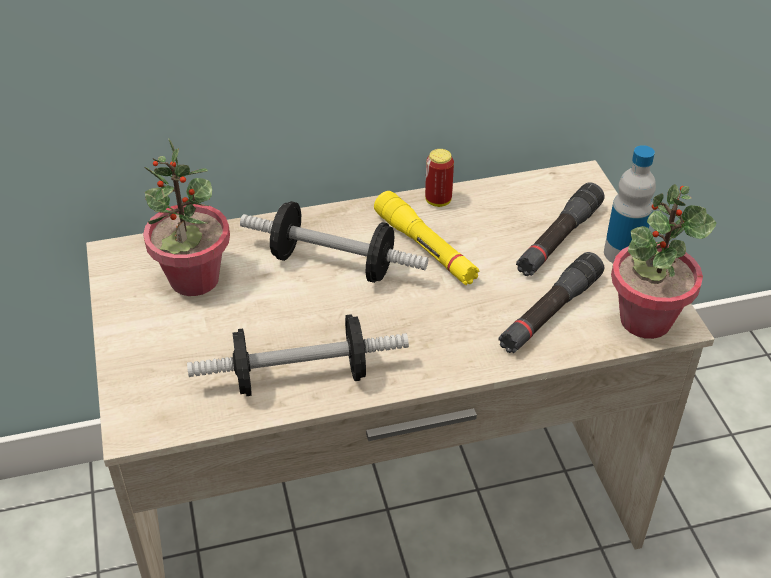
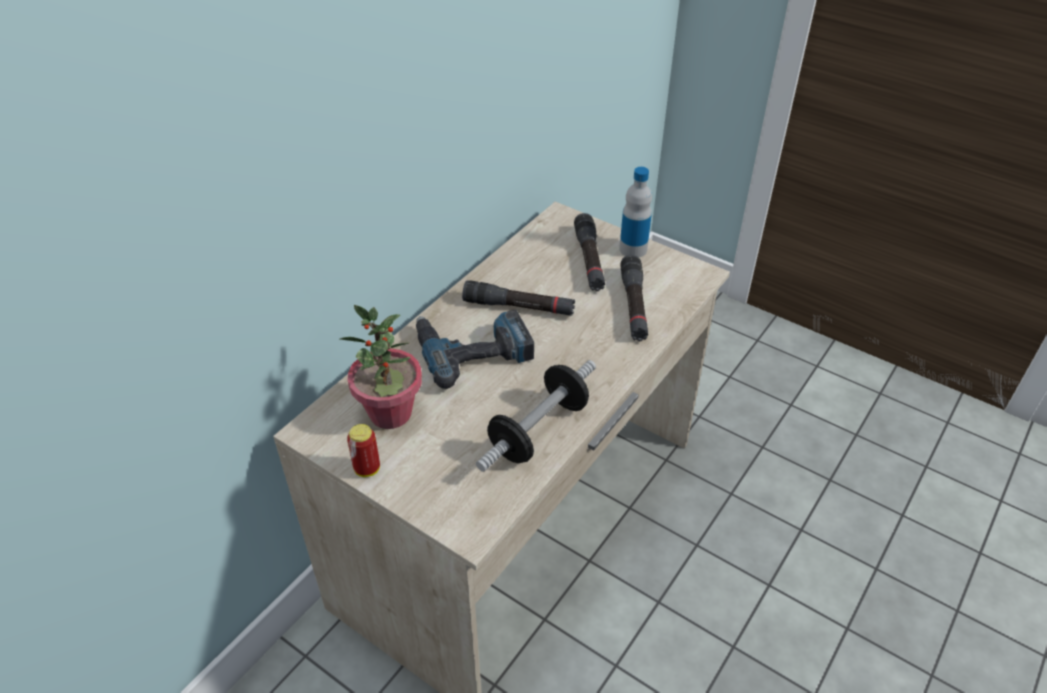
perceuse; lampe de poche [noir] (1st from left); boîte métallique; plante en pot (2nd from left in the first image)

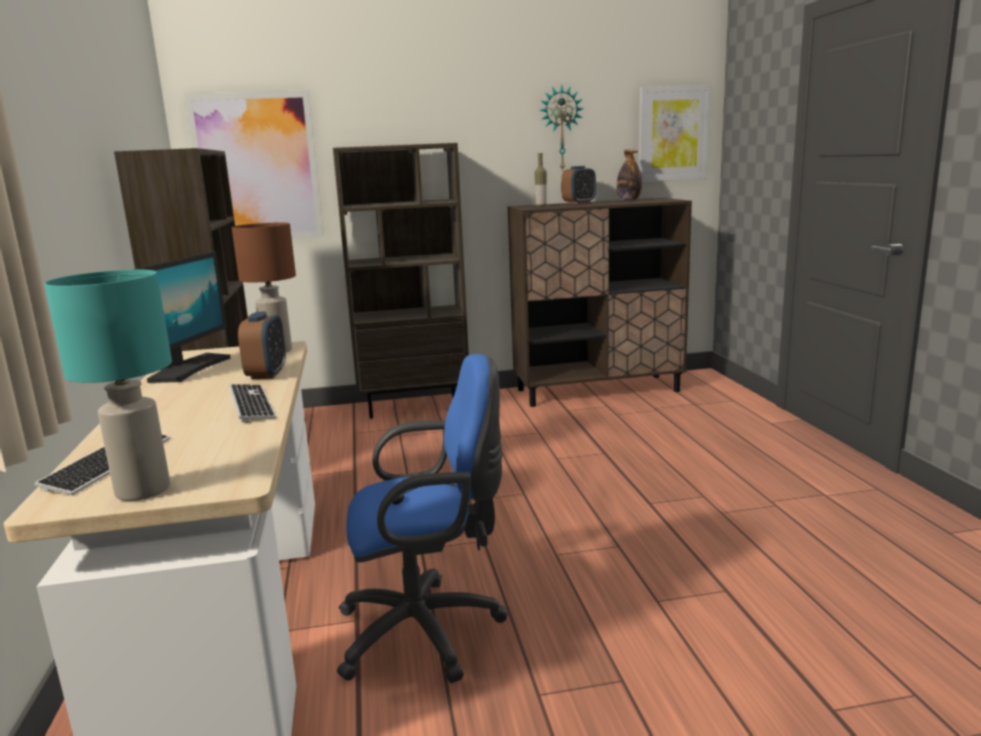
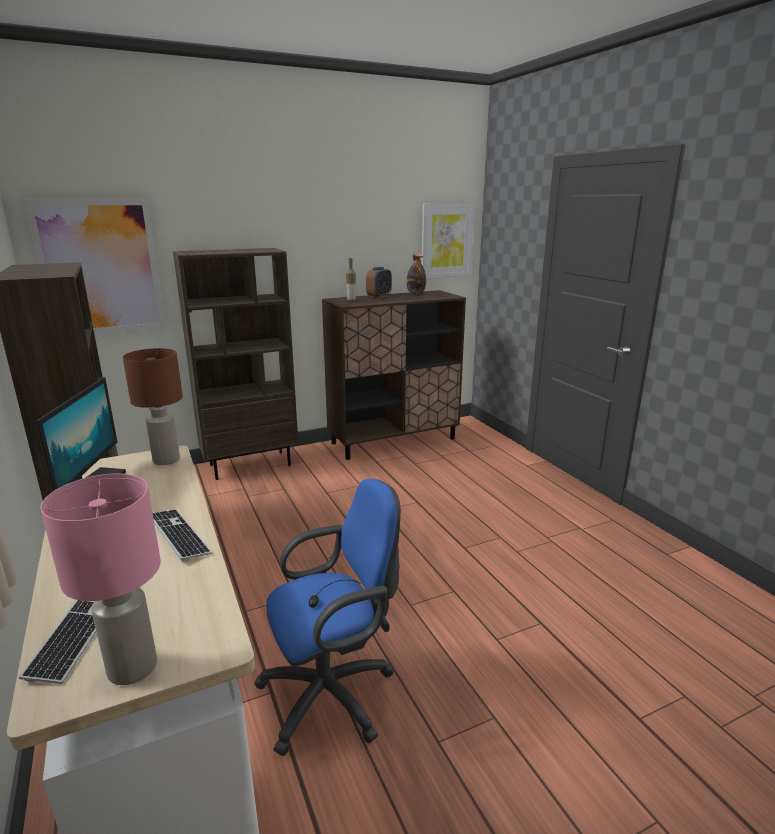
lampe de table [rose]; réveil (1st from left in the first image); horloge murale

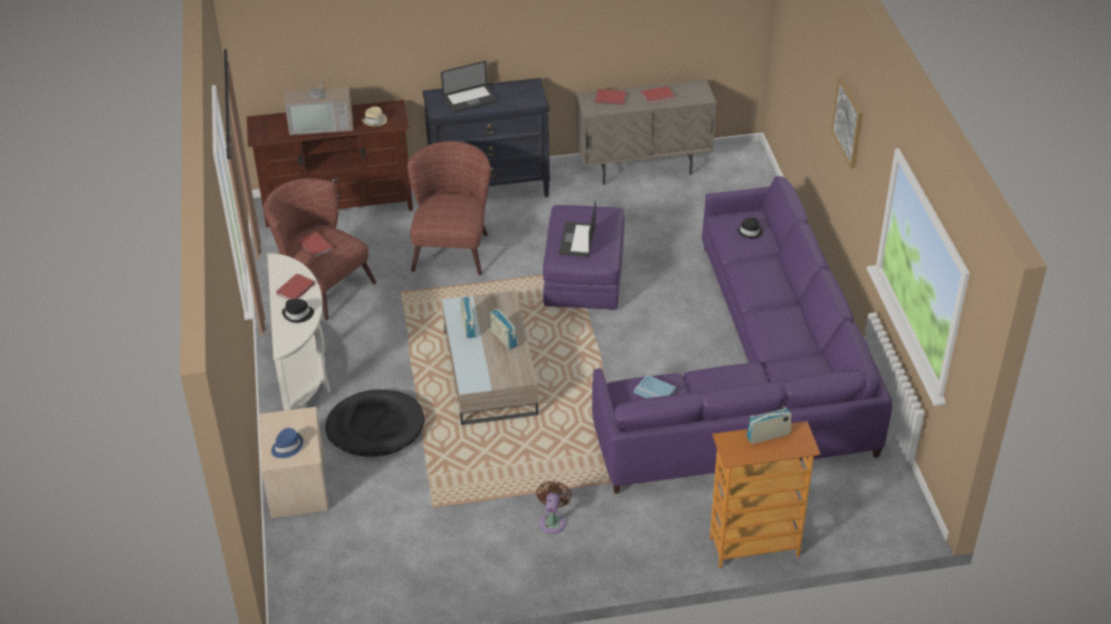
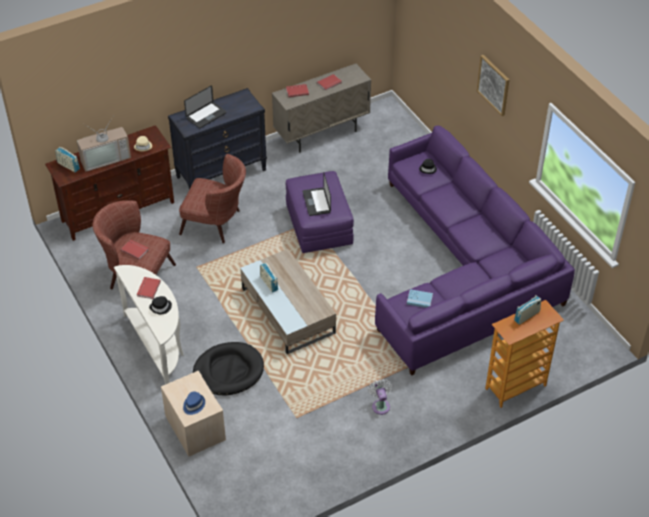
fauteuil [marron] (2nd from left); radio (1st from left); ventilateur [blanc]

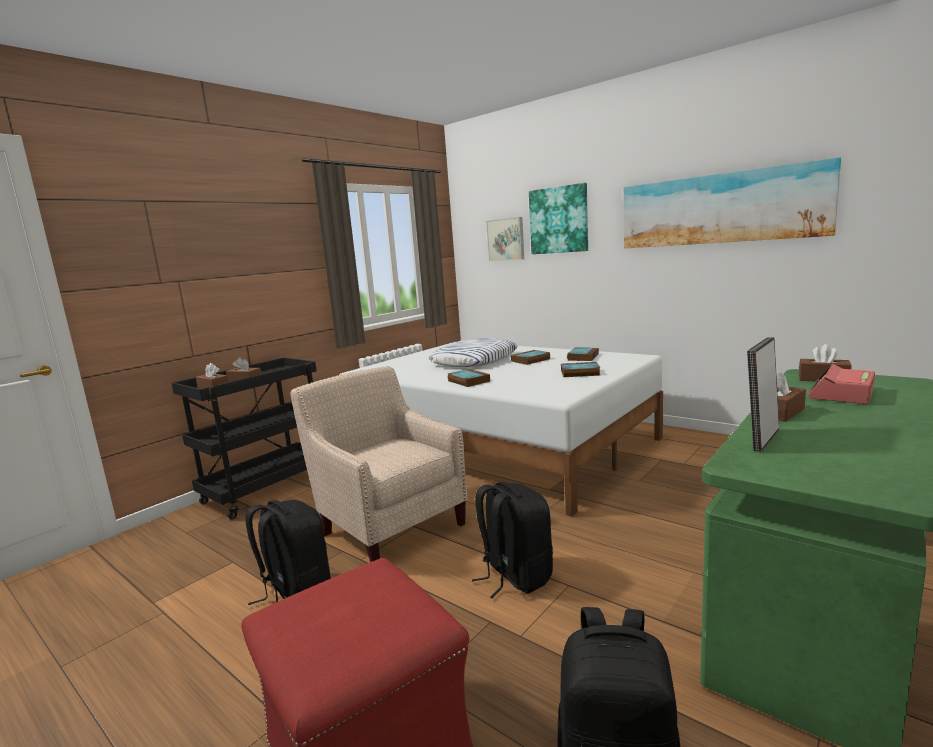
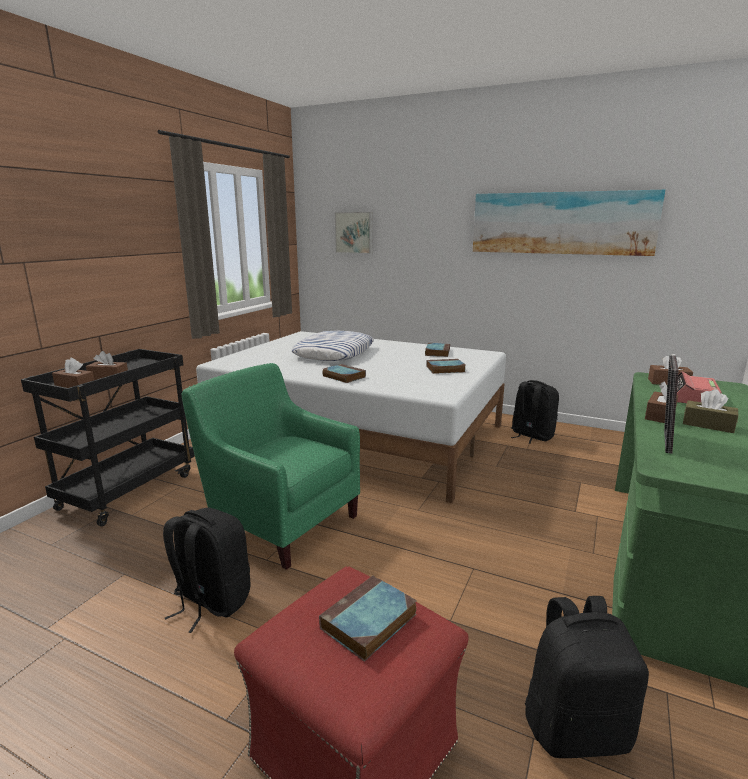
fauteuil [vert]; sac à dos [noir] (2nd from left); livre (2nd from left); tableau (2nd from left in the first image); boîte à mouchoirs [marron] (5th from left)

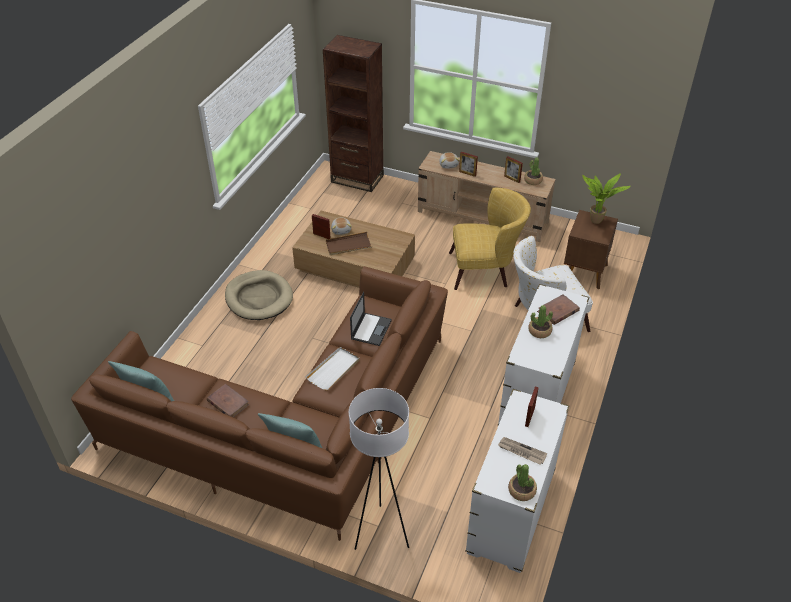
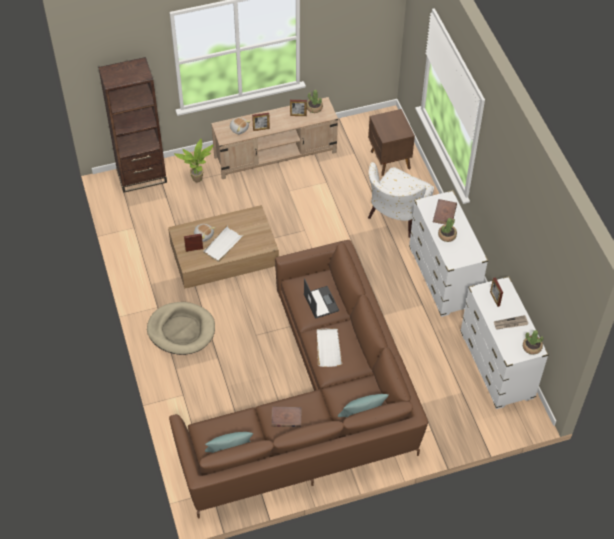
plateau [blanc] (1st from left); lampadaire [blanc]; fauteuil [jaune]; plante en pot (1st from left)

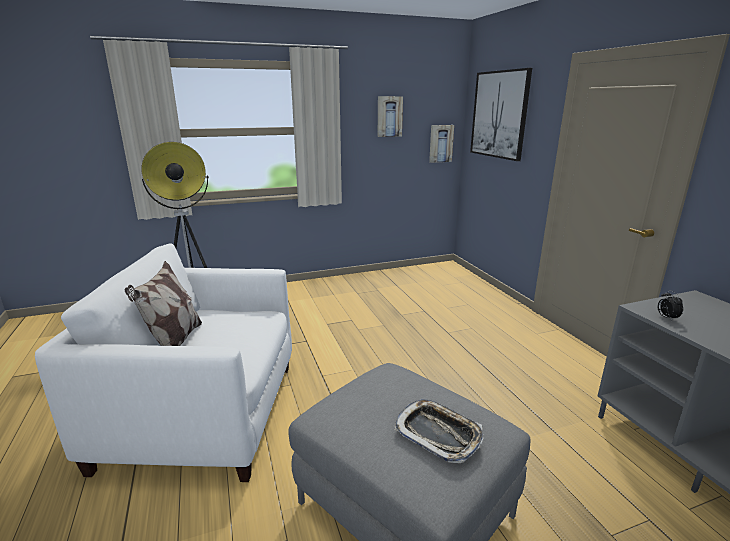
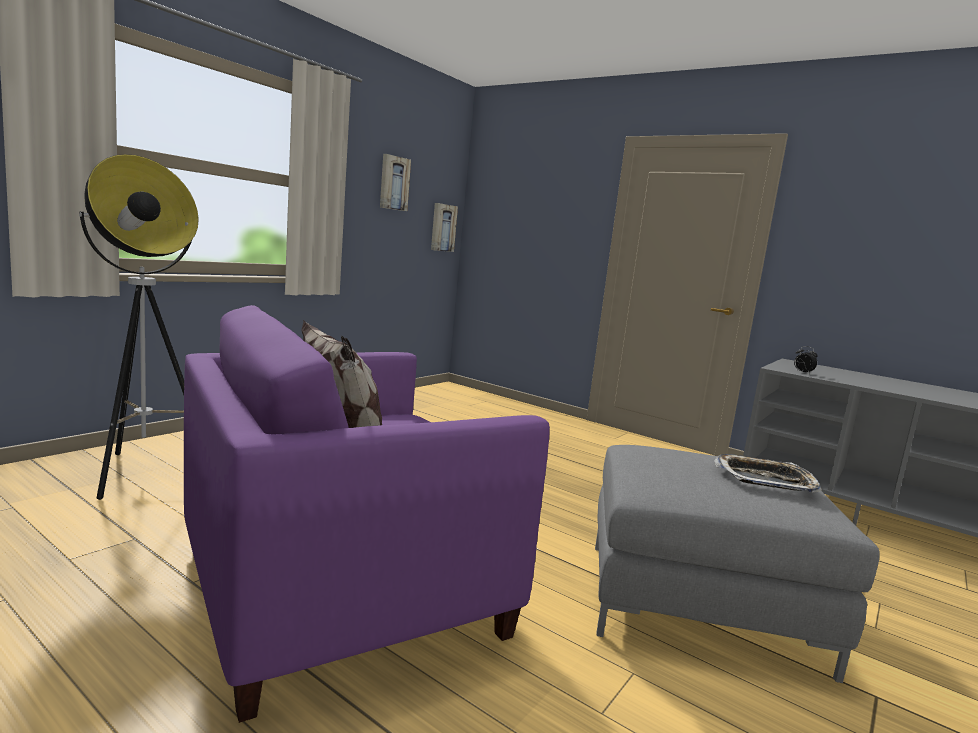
fauteuil [violet]; tableau (3rd from left in the first image)

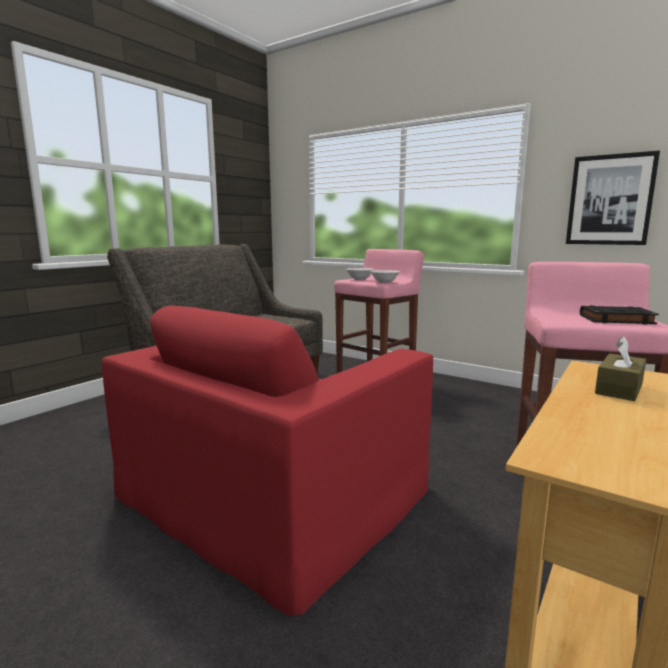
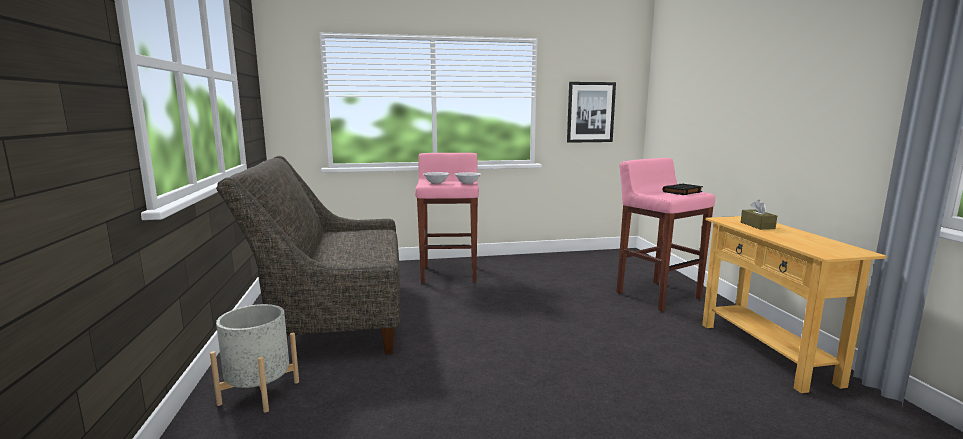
fauteuil [rouge]; cache-pot [gris]

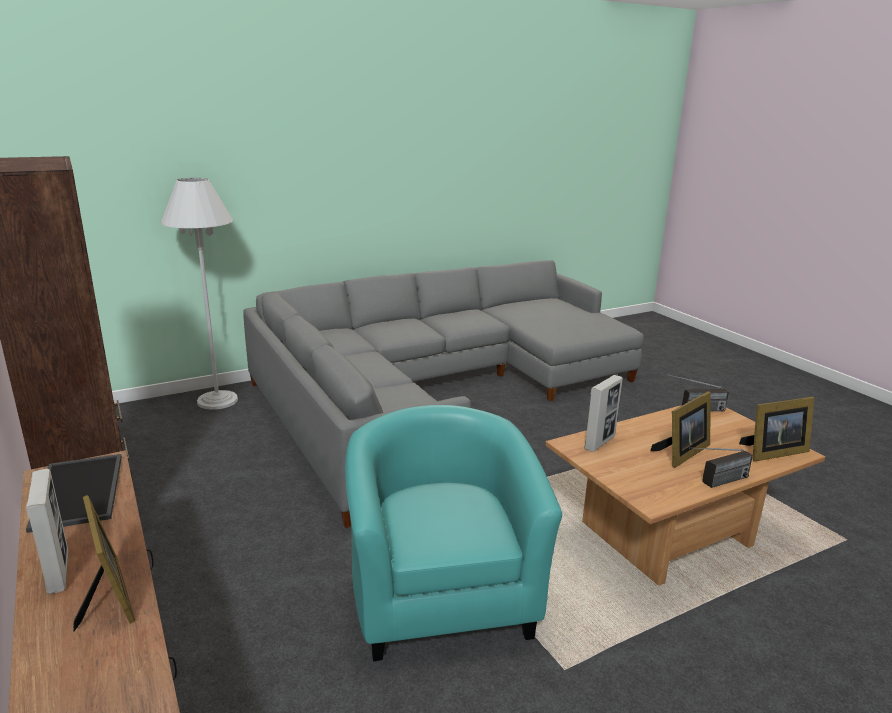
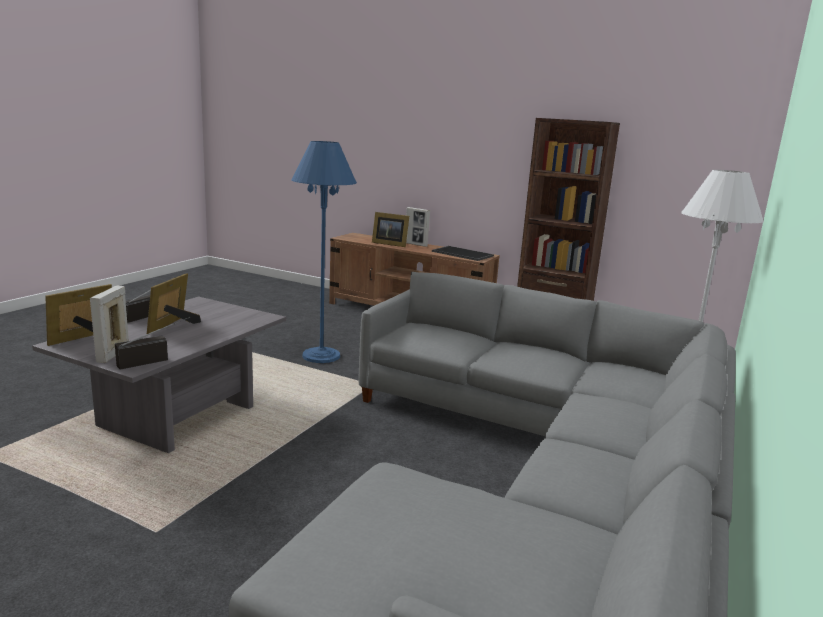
lampadaire [bleu]; table basse [gris]; cadre photo (2nd from left)

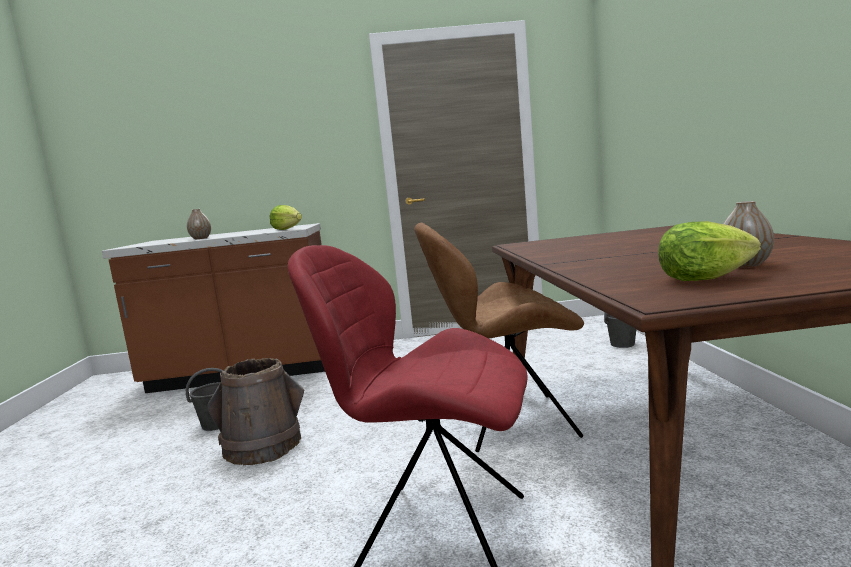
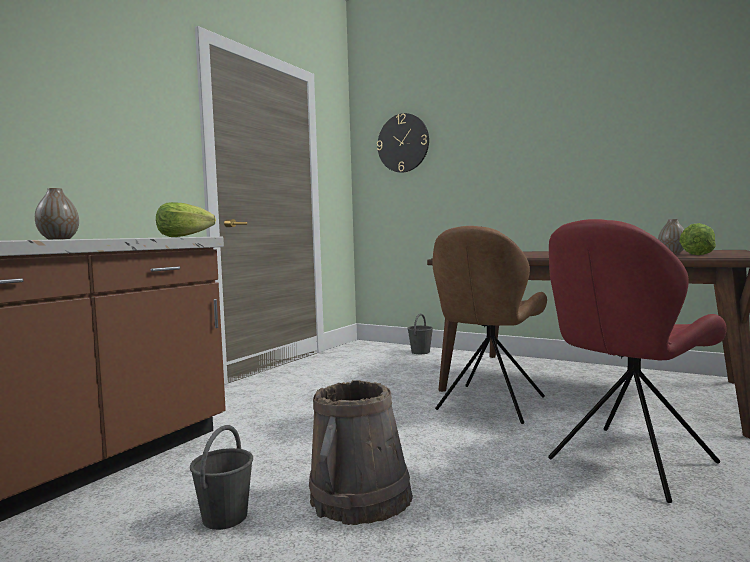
horloge murale

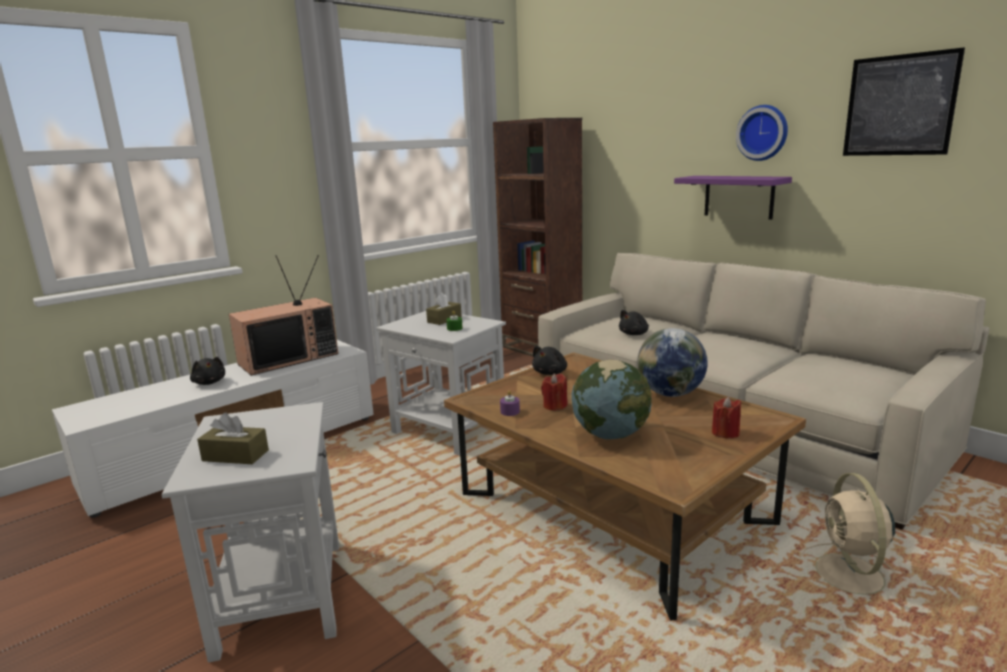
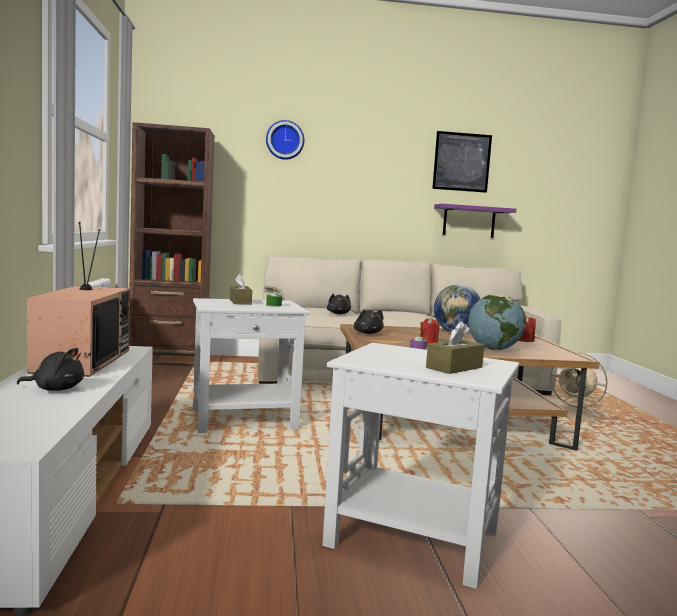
étagère [violet]; horloge murale

